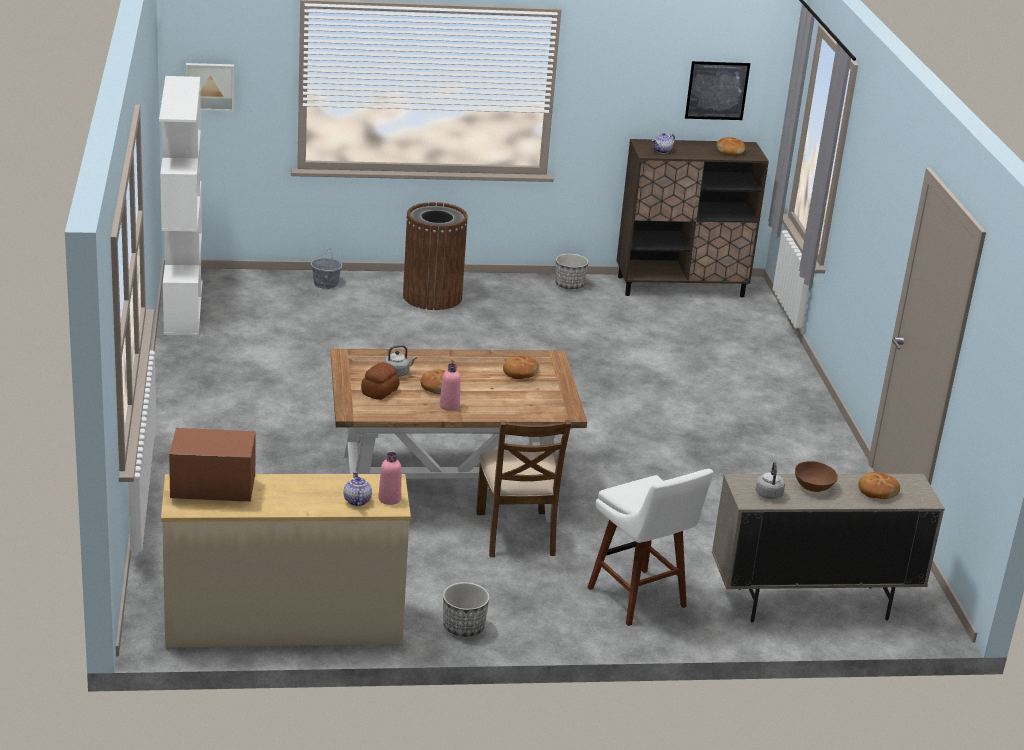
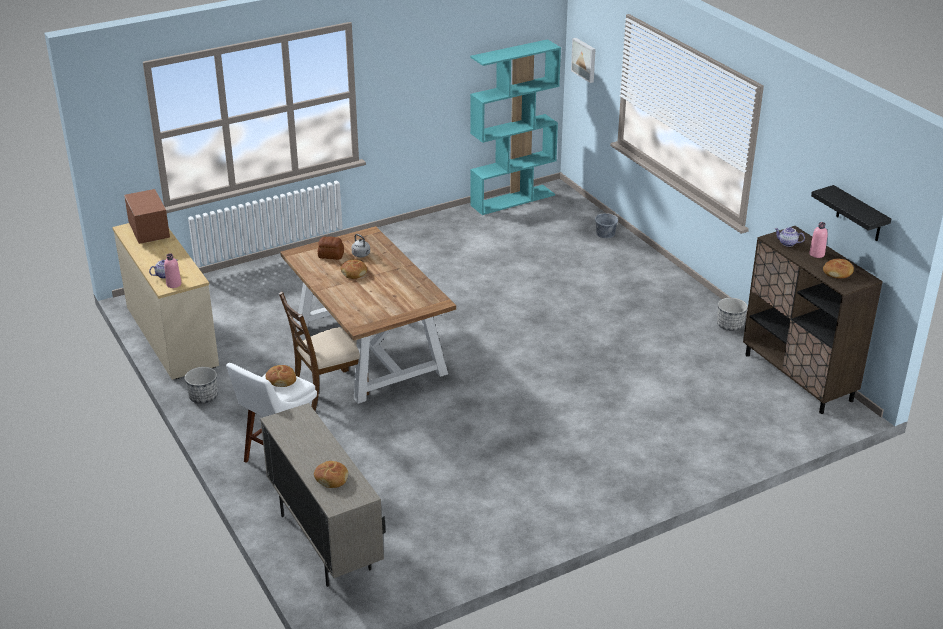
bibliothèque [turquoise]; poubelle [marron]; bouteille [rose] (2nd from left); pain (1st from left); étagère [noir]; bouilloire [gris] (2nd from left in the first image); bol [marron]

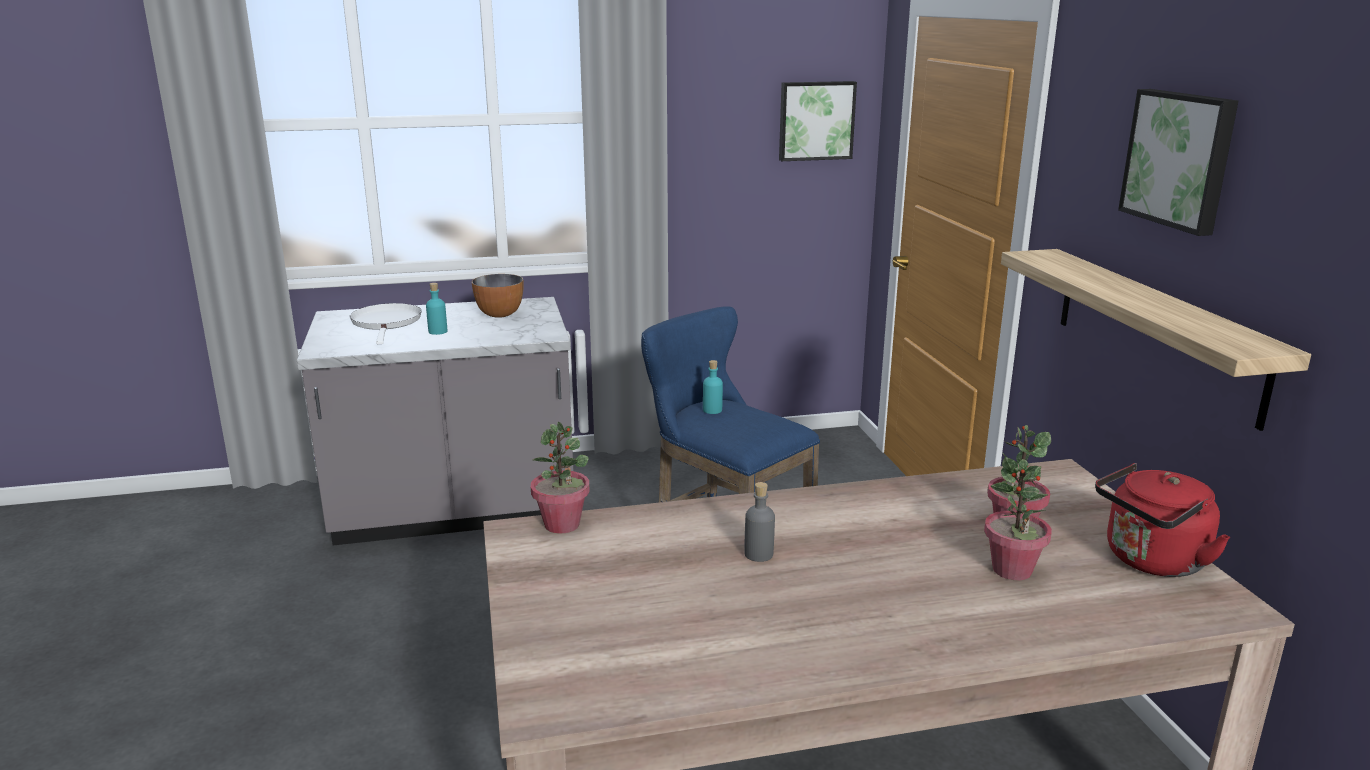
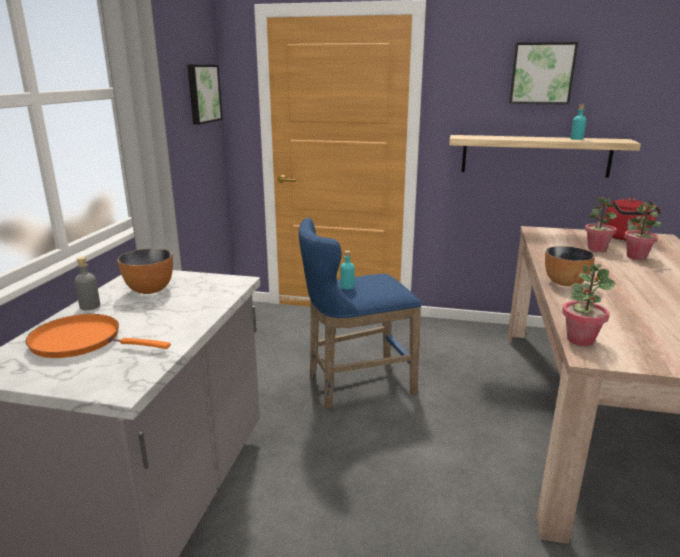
poêle [orange]; bouteille [turquoise] (2nd from left); bouteille [gris]; bol (2nd from left)

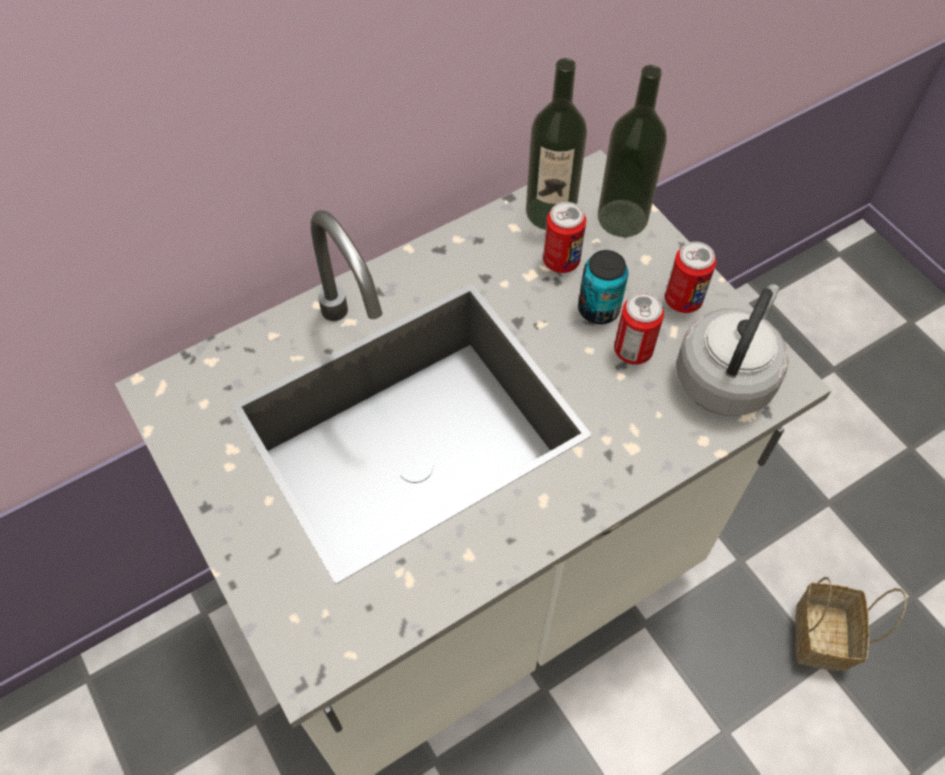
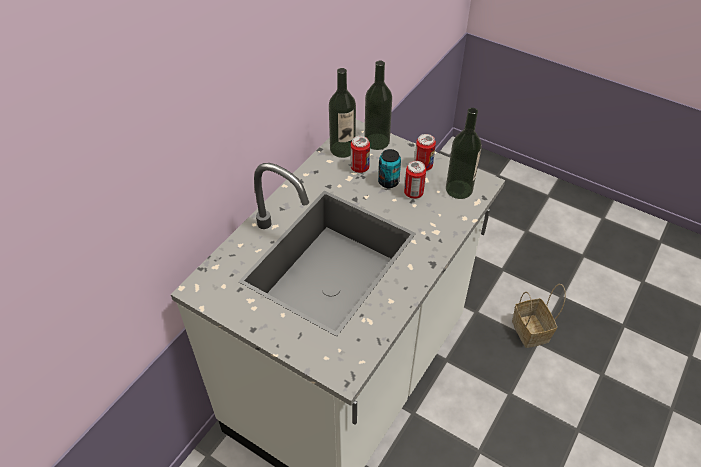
bouteille (3rd from left)

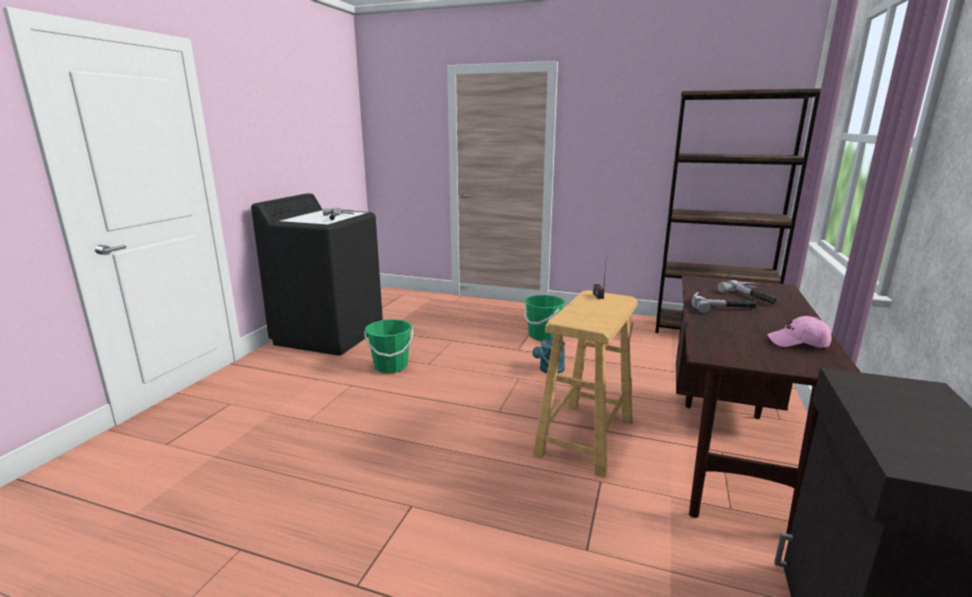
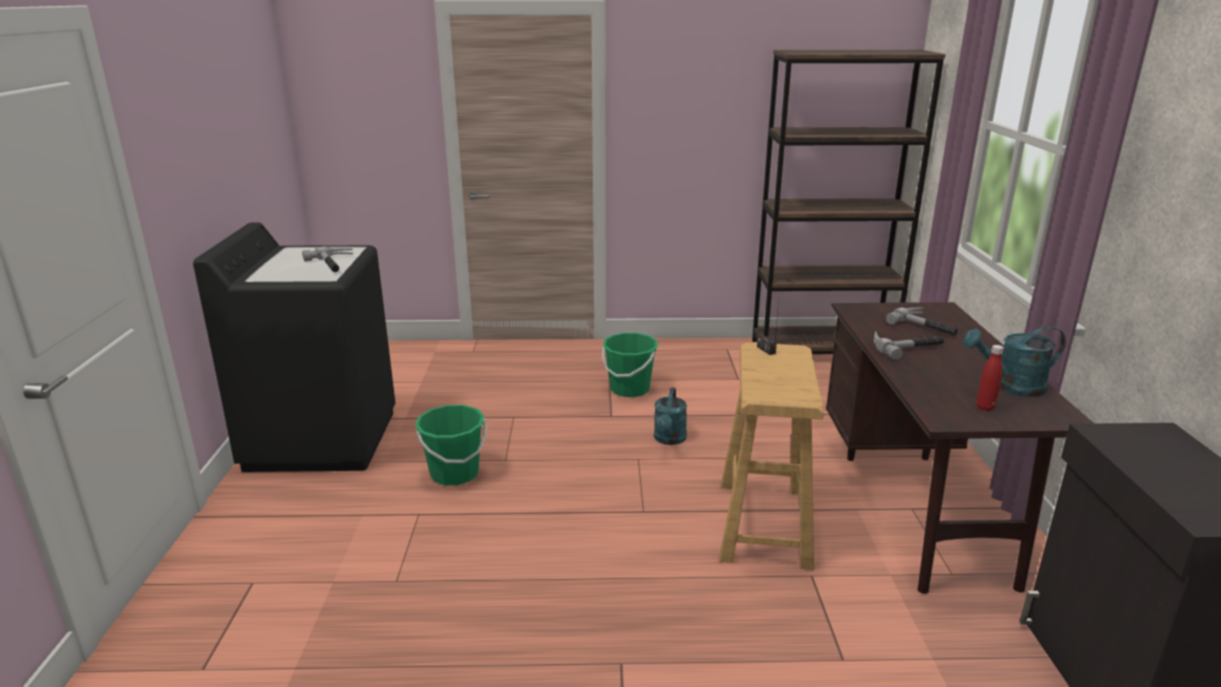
arrosoir [turquoise] (2nd from left); bouteille [rouge]

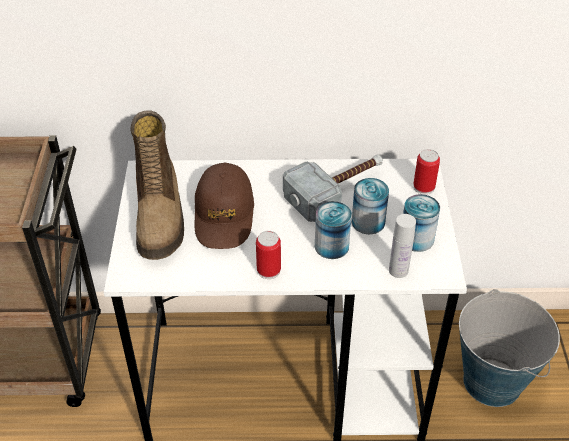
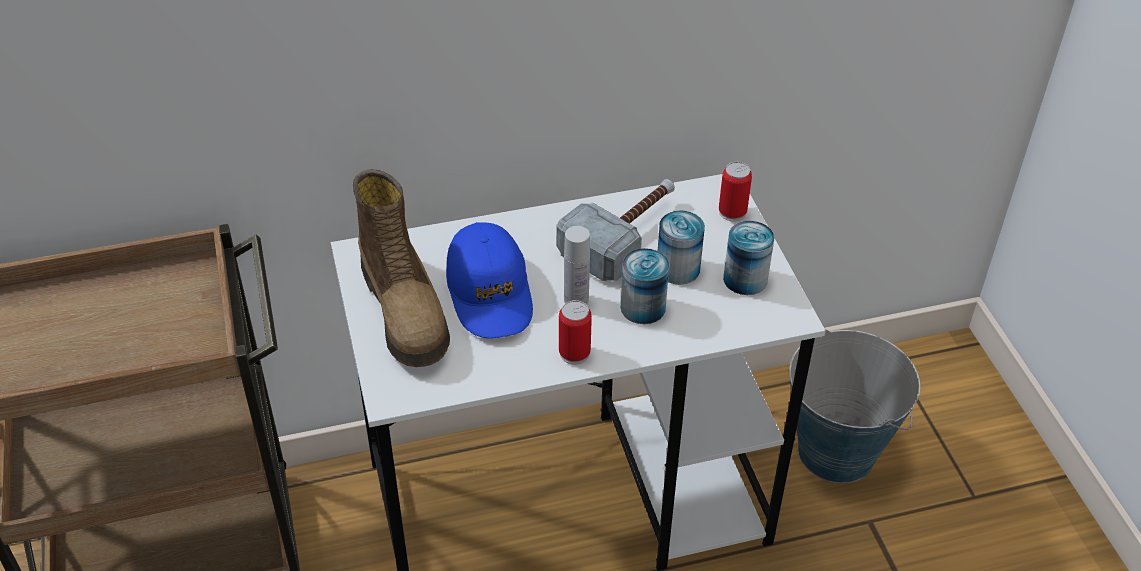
casquette [bleu]; bouteille [blanc]

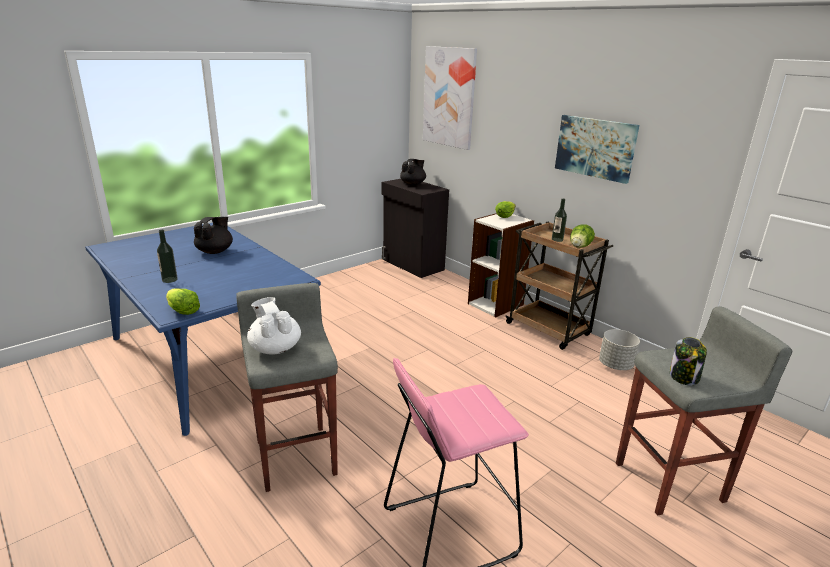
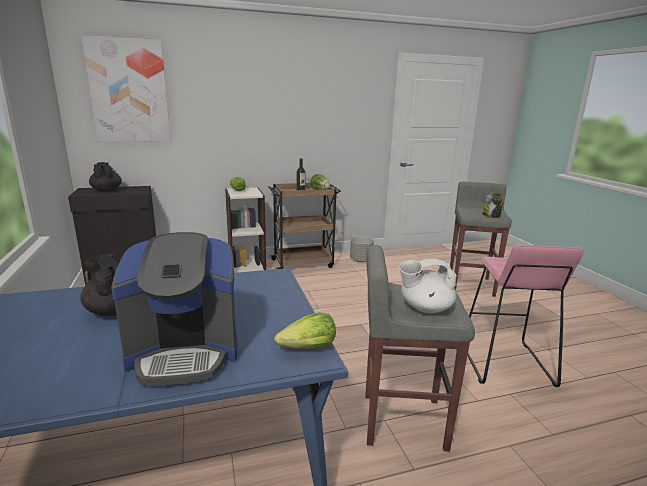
machine à café; tableau (2nd from left in the first image)

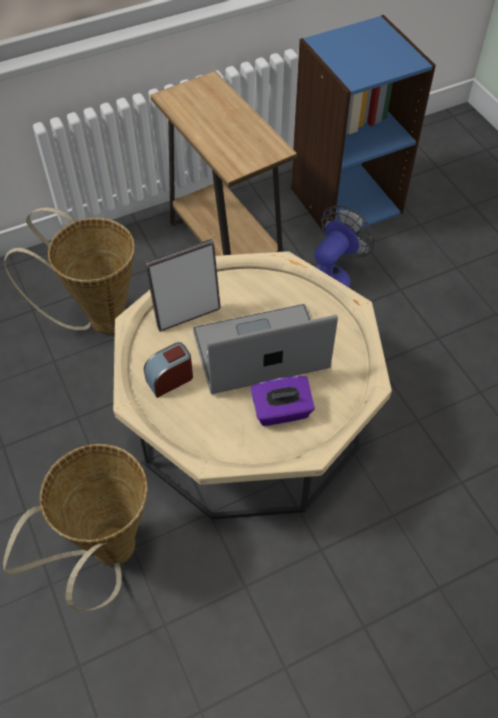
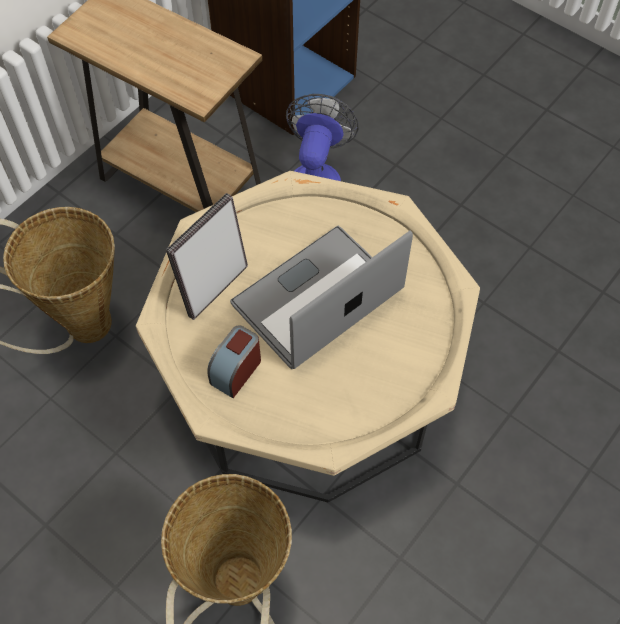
boîte à mouchoirs [violet]

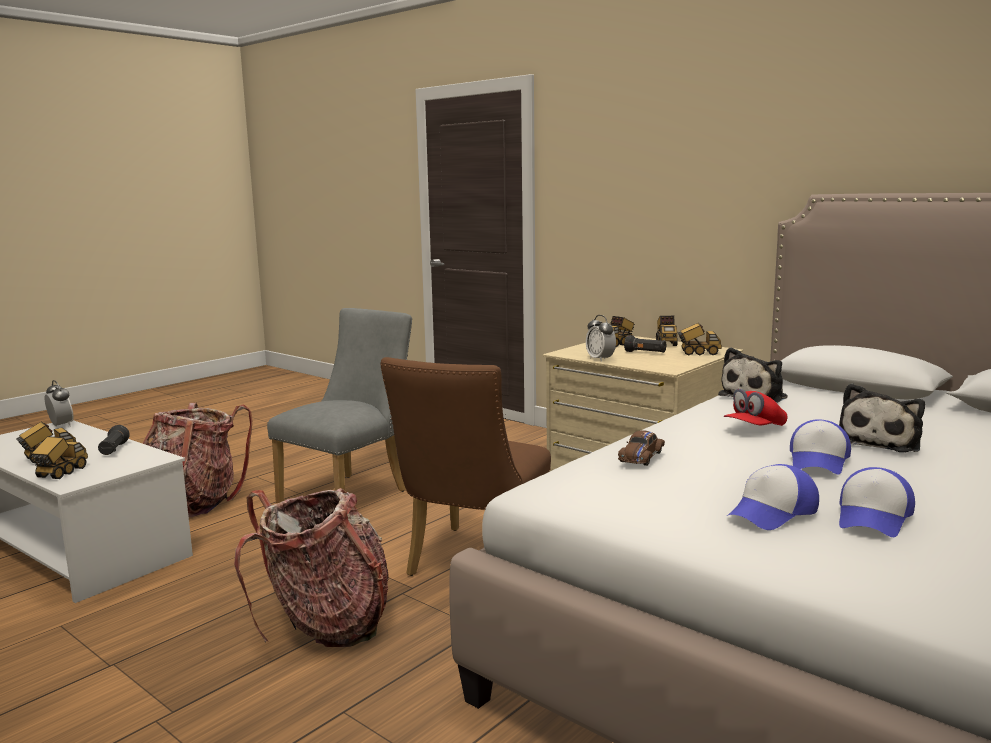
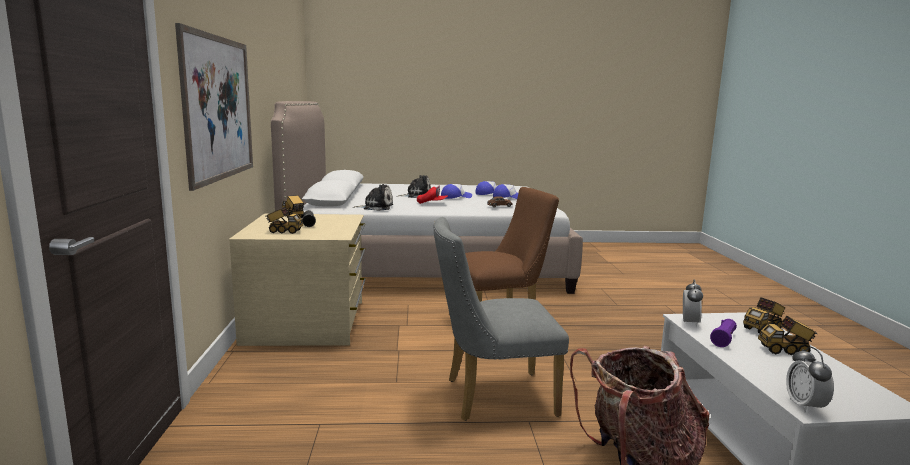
lampe de poche [violet]; sac à dos (2nd from left in the first image); réveil (1st from left); camion jouet (4th from left in the first image); tableau

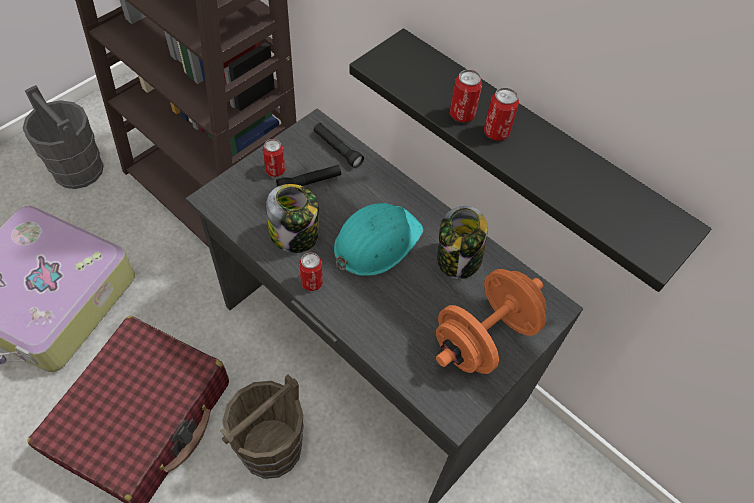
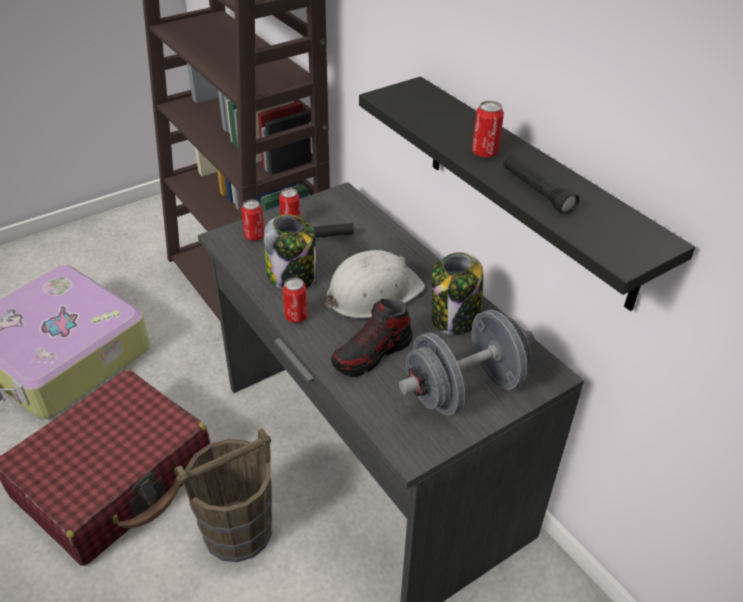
seau [gris]; lampe de poche [noir] (2nd from left); casque de chantier [blanc]; haltère [gris]; boîte métallique (1st from left); chaussure

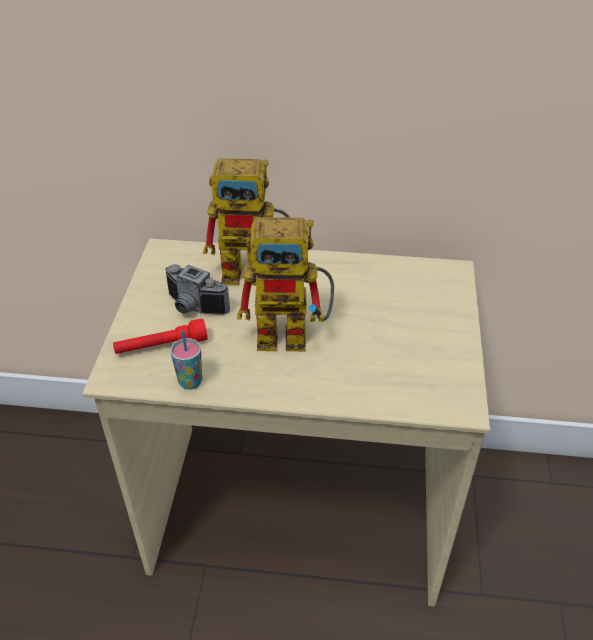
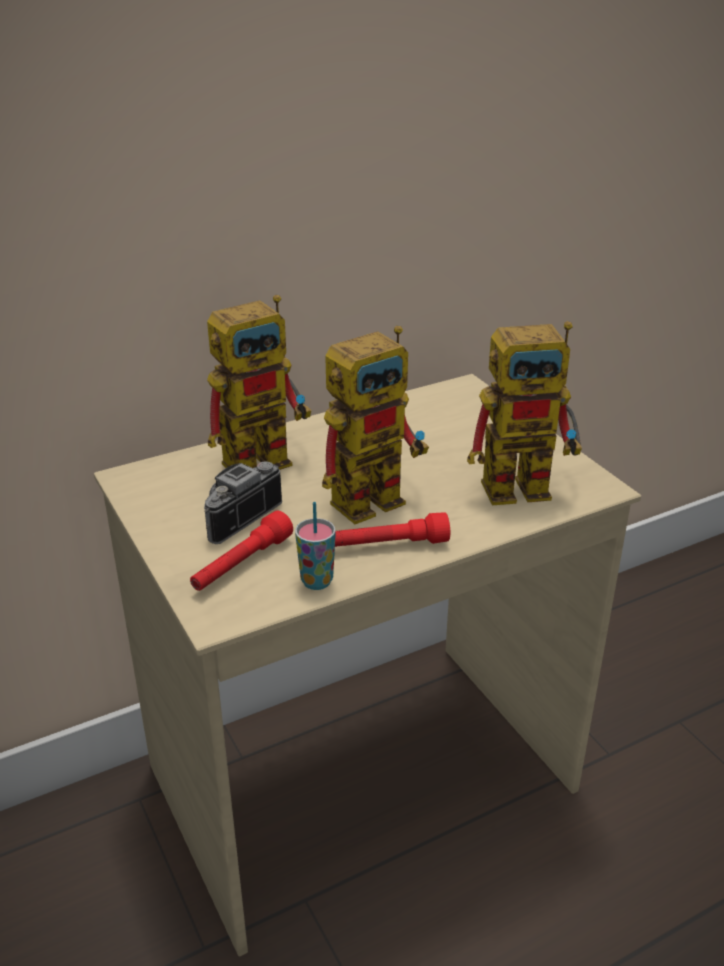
appareil photo; lampe de poche [rouge] (2nd from left); robot jouet (3rd from left)

